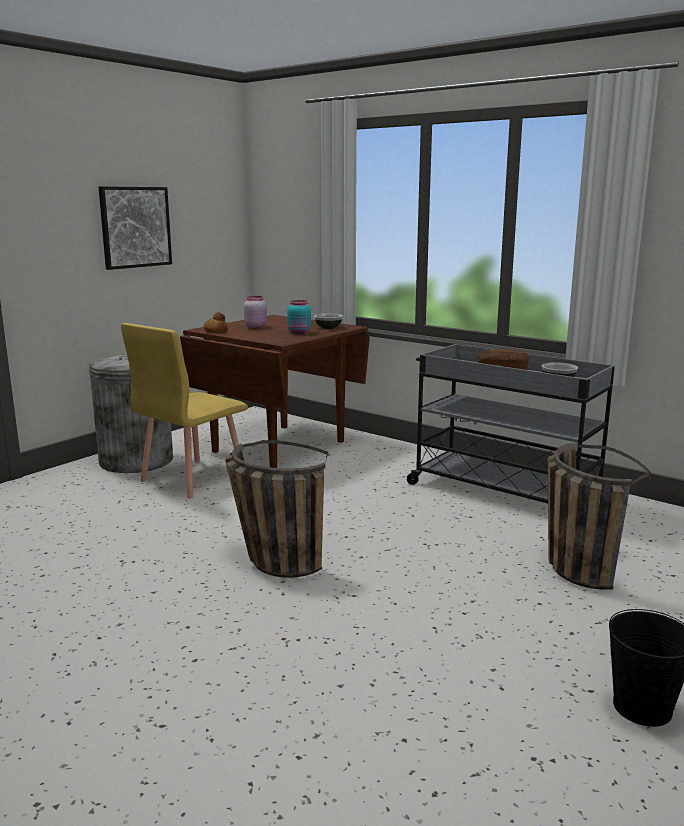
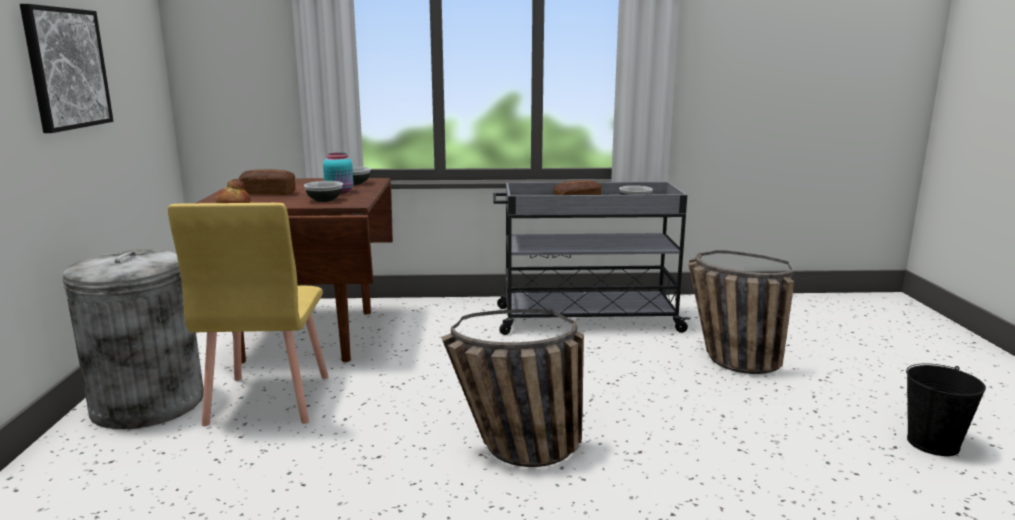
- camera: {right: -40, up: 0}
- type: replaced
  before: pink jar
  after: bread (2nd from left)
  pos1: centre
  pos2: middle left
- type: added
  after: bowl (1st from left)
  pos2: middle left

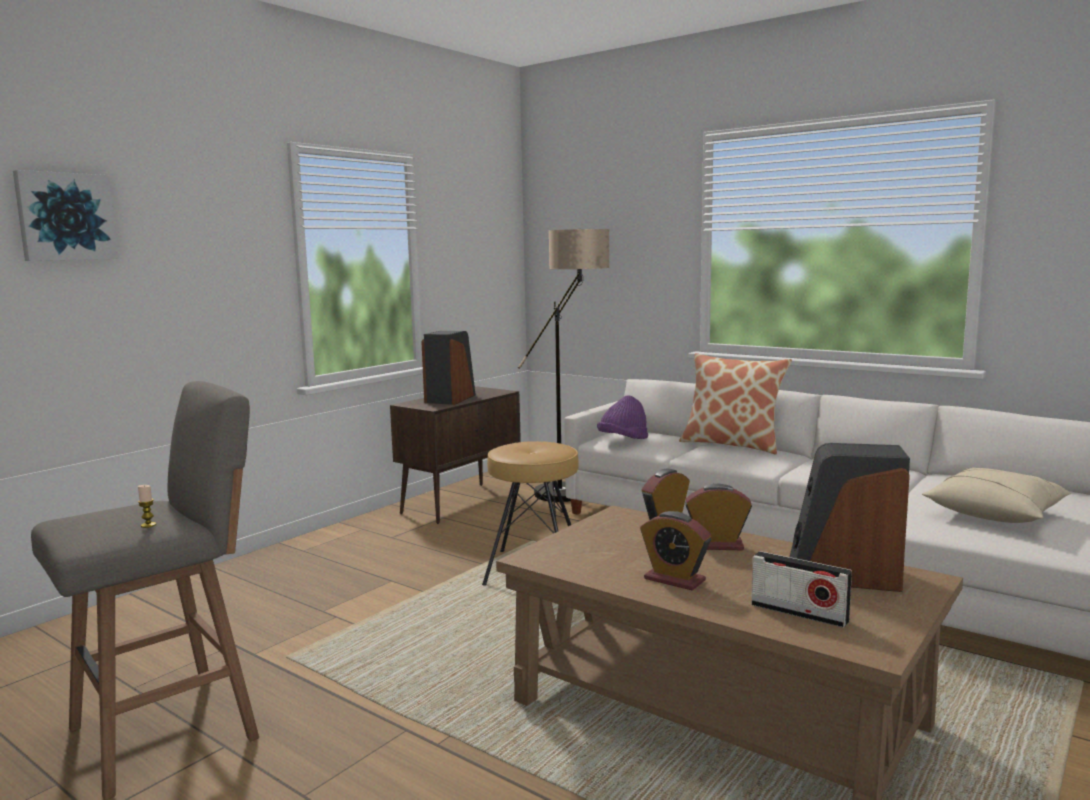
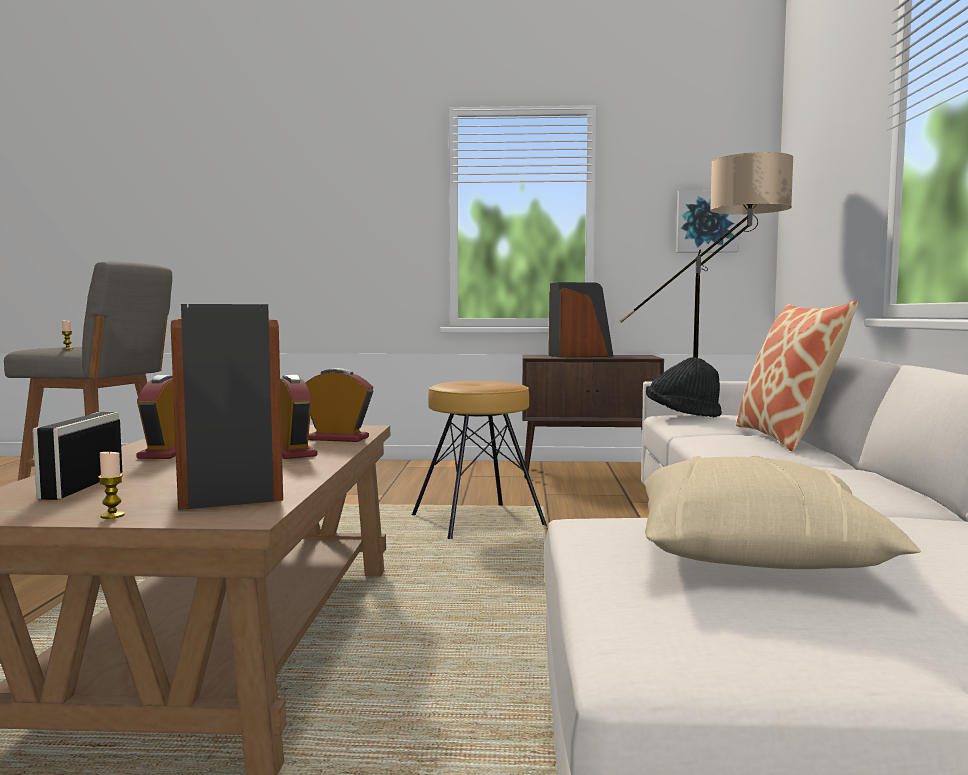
- camera: {right: 55, up: -5}
- type: moved
  before: picture
  pos1: top left
  pos2: top right
- type: recoloured
  before: purple hat
  after: black hat
  pos1: centre
  pos2: middle right
- type: added
  after: candle (2nd from left)
  pos2: middle left

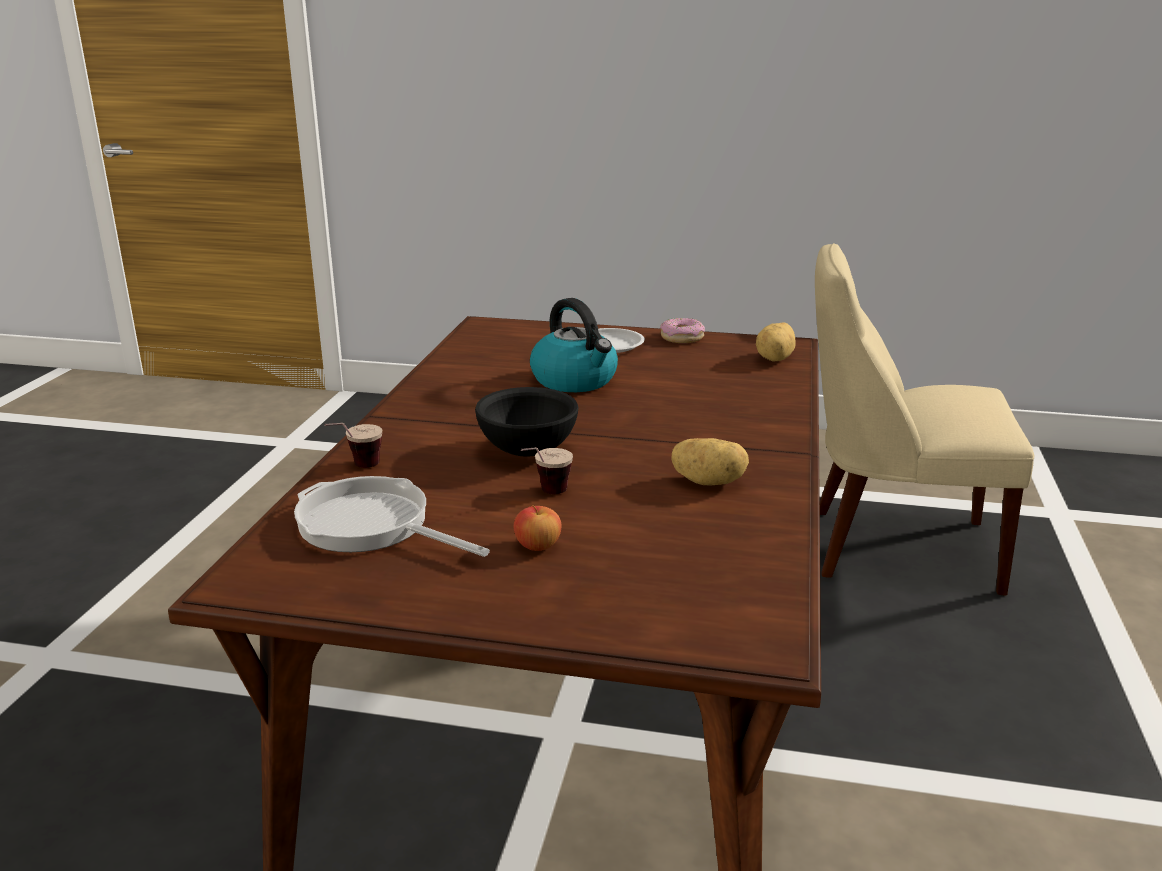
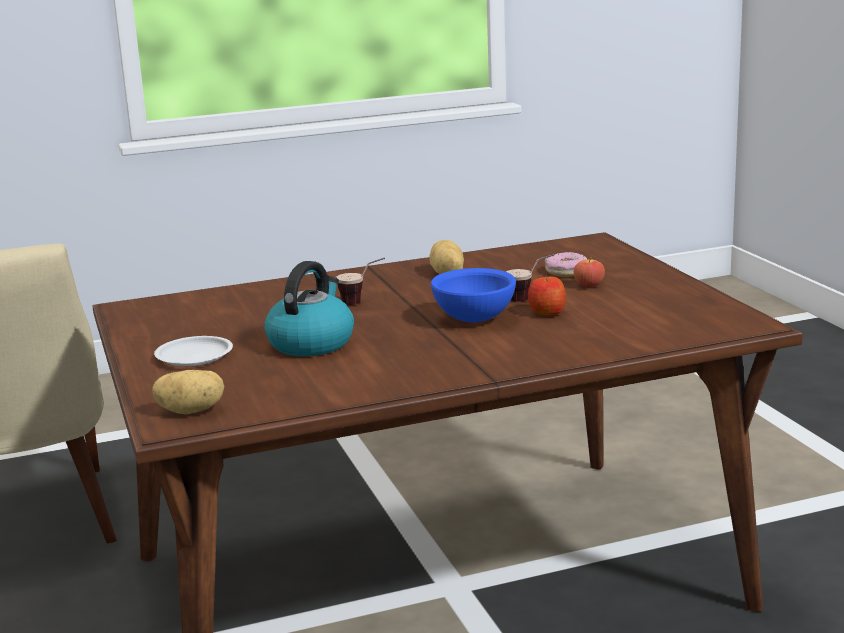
- camera: {right: -120, up: -5}
- type: removed
  before: frying pan
  pos1: centre
- type: moved
  before: cup (1st from left)
  pos1: middle left
  pos2: centre
- type: recoloured
  before: black bowl
  after: blue bowl
  pos1: centre
  pos2: centre
- type: moved
  before: donut
  pos1: centre
  pos2: middle right
- type: moved
  before: potato (2nd from left in the first image)
  after: potato (1st from left)
  pos1: middle right
  pos2: middle left
- type: added
  after: apple (1st from left)
  pos2: centre

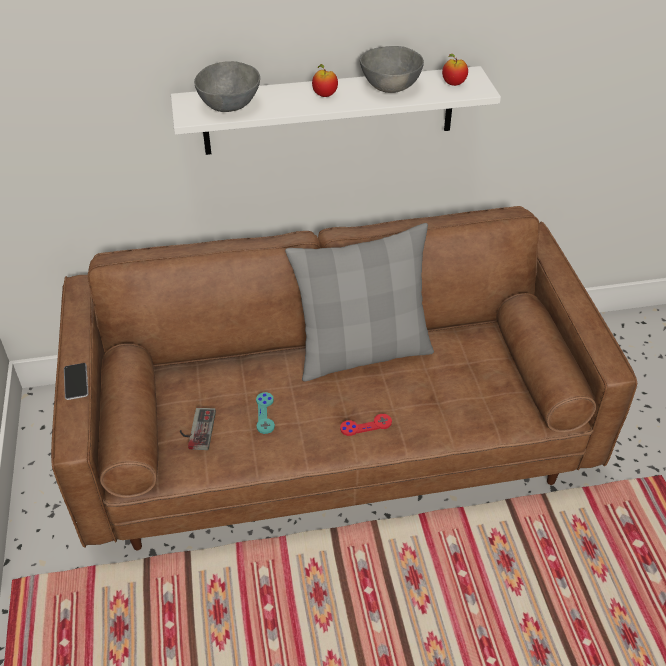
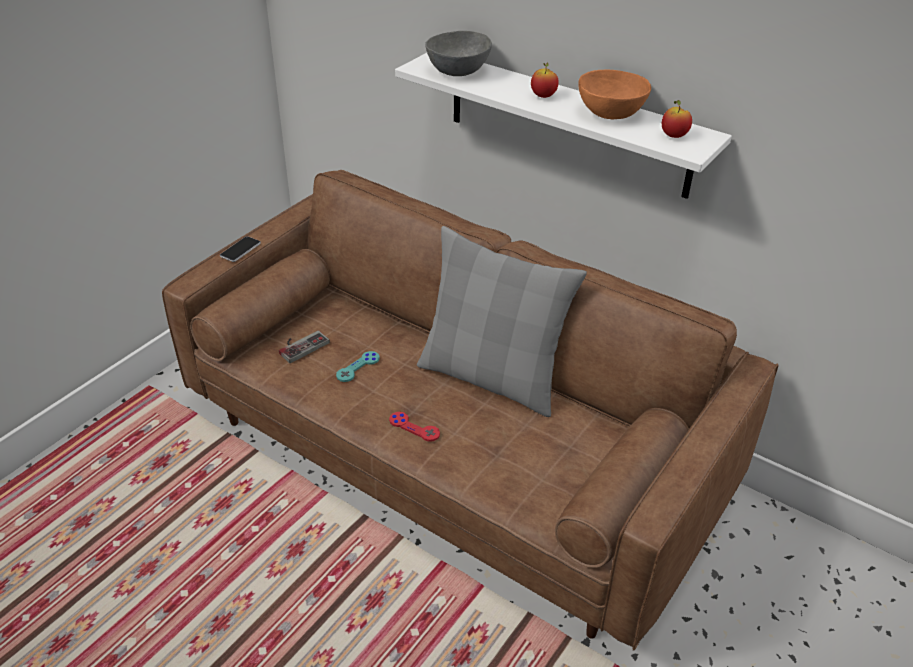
- camera: {right: 45, up: -5}
- type: recoloured
  before: grey bowl (2nd from left)
  after: orange bowl
  pos1: top centre
  pos2: top right

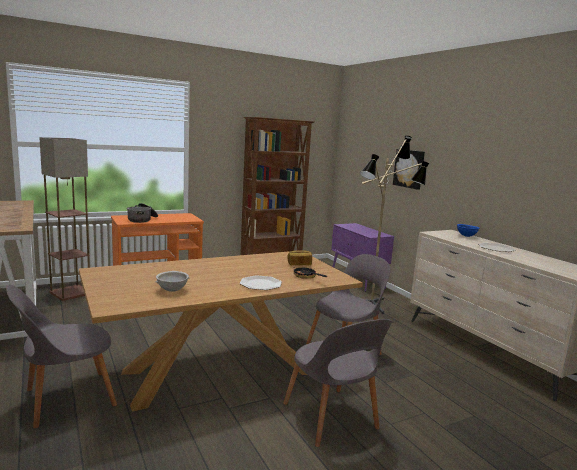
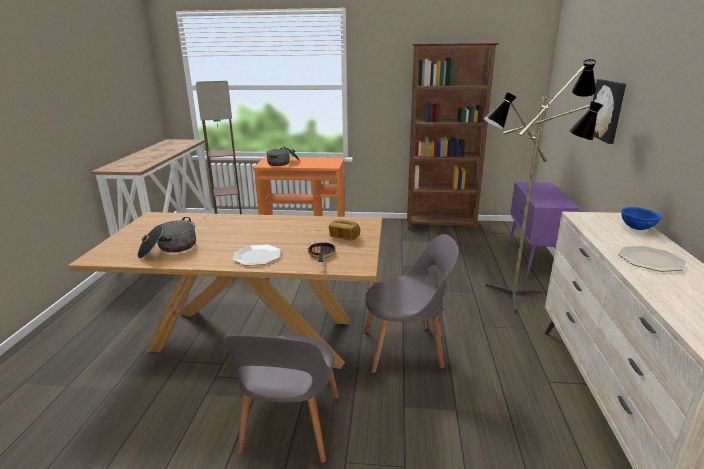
- camera: {right: 35, up: 10}
- type: removed
  before: grey chair (1st from left)
  pos1: bottom left
- type: replaced
  before: grey bowl
  after: cooking pot (1st from left)
  pos1: middle left
  pos2: middle left

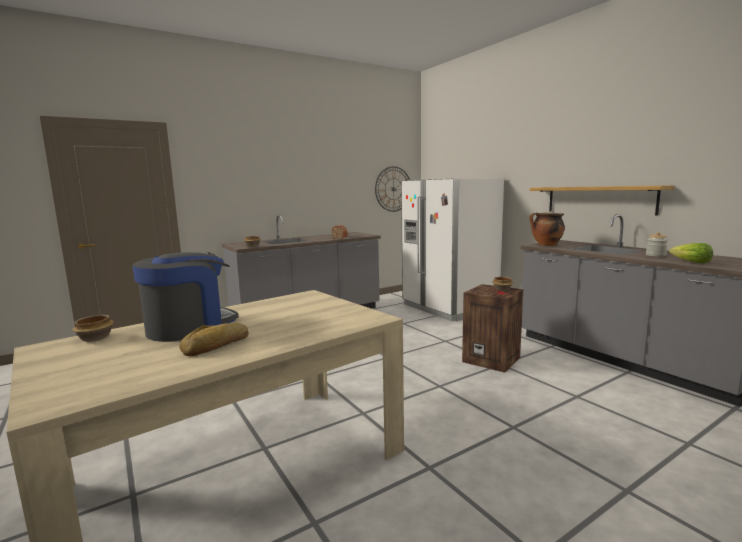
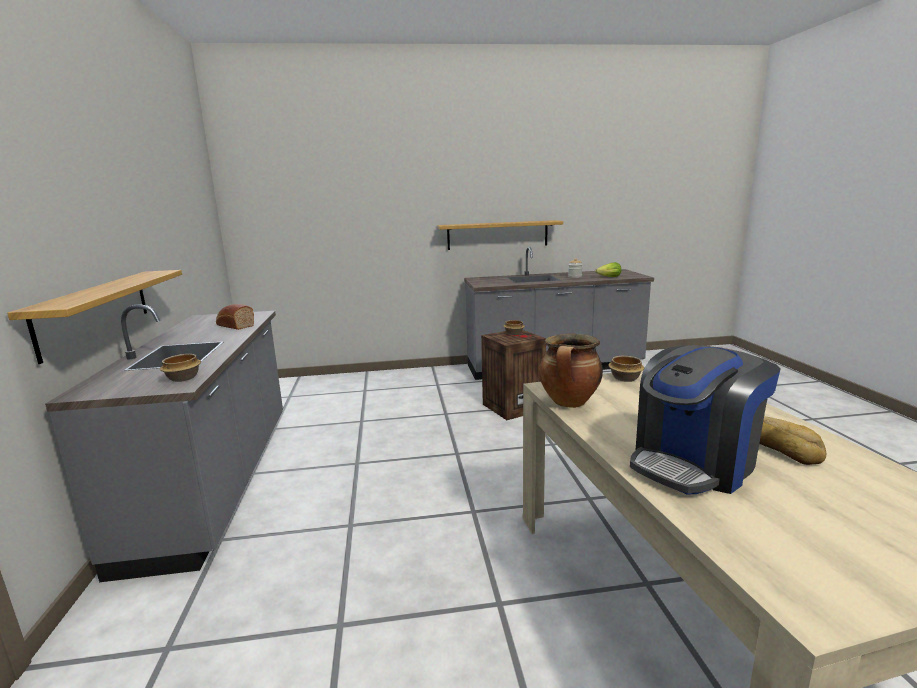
- camera: {right: -65, up: 5}
- type: moved
  before: bowl (1st from left in the first image)
  after: bowl (3rd from left)
  pos1: middle left
  pos2: middle right
- type: turned
  before: coffee machine
  pos1: middle left
  pos2: middle right
  turn: -105
- type: removed
  before: wall clock
  pos1: centre
- type: removed
  before: white fridge
  pos1: centre
- type: moved
  before: cooking pot
  pos1: middle right
  pos2: centre
- type: added
  after: shelf (1st from left)
  pos2: middle left

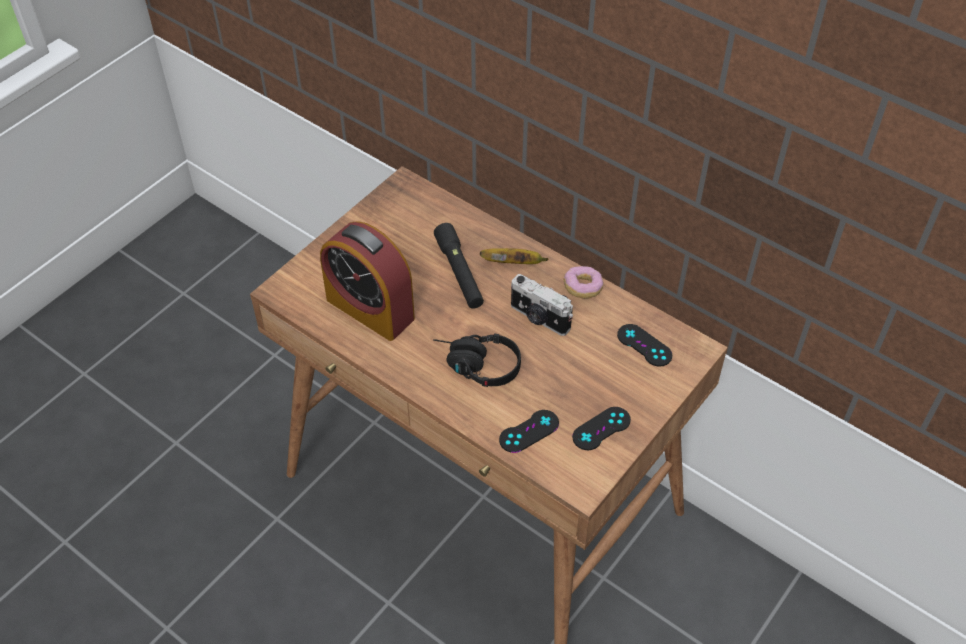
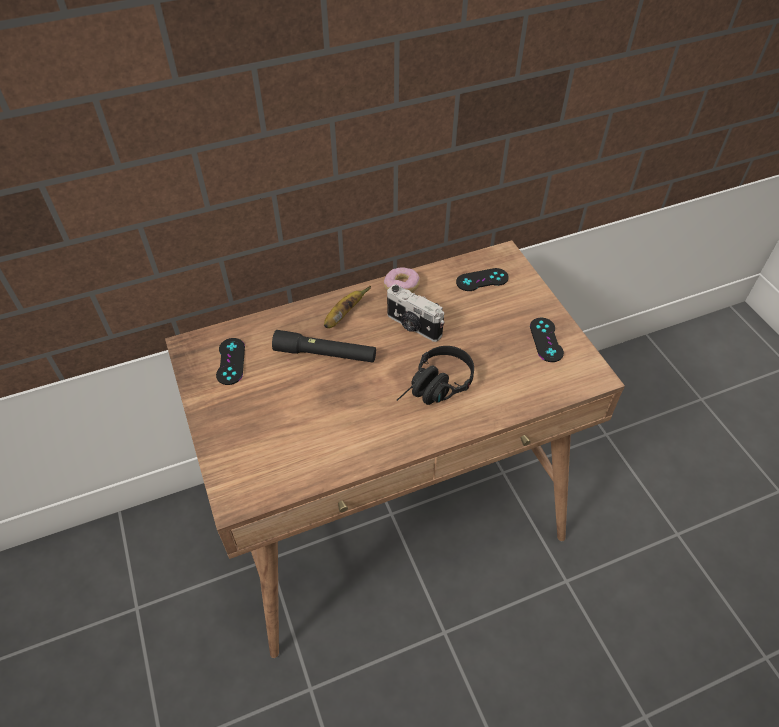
- camera: {right: -60, up: 0}
- type: removed
  before: alarm clock
  pos1: centre
- type: moved
  before: black game controller (1st from left)
  pos1: bottom centre
  pos2: middle left
- type: turned
  before: photo camera
  pos1: centre
  pos2: centre
  turn: 60

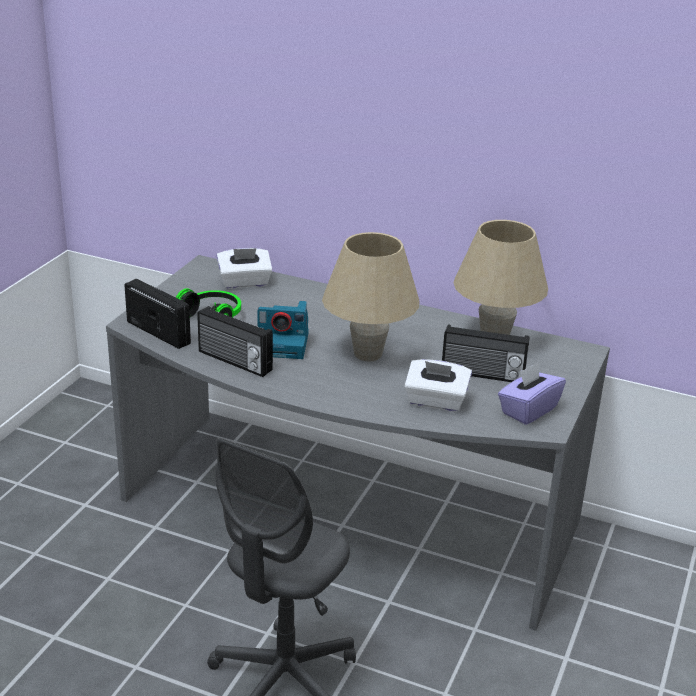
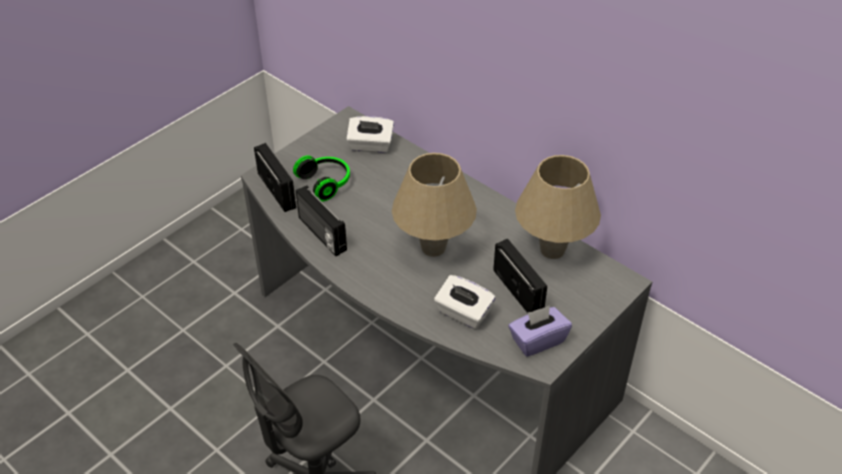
- camera: {right: 20, up: 15}
- type: removed
  before: photo camera
  pos1: centre
- type: turned
  before: radio (3rd from left)
  pos1: middle right
  pos2: centre
  turn: -150

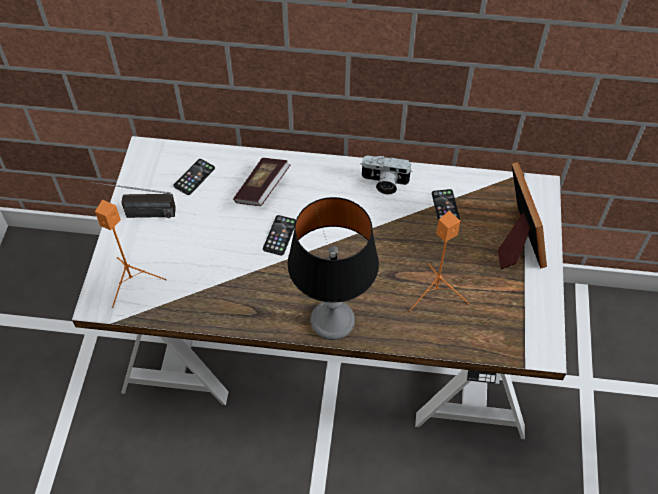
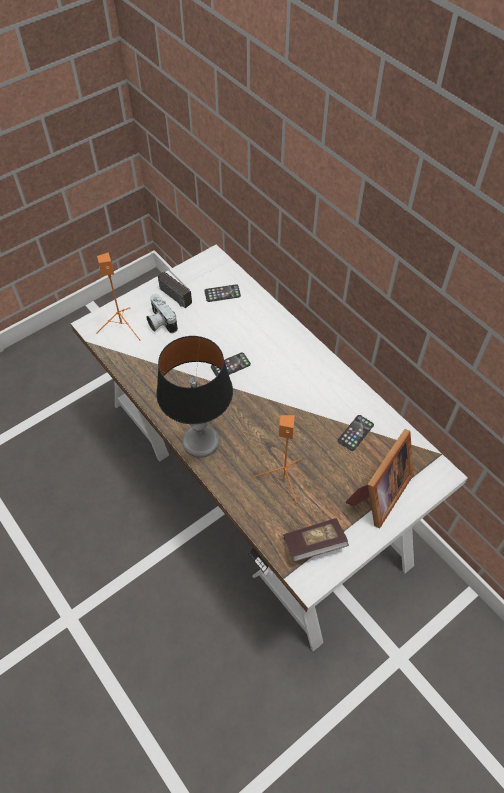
- camera: {right: 45, up: 0}
- type: moved
  before: book
  pos1: centre
  pos2: bottom centre
- type: moved
  before: photo camera
  pos1: centre
  pos2: middle left

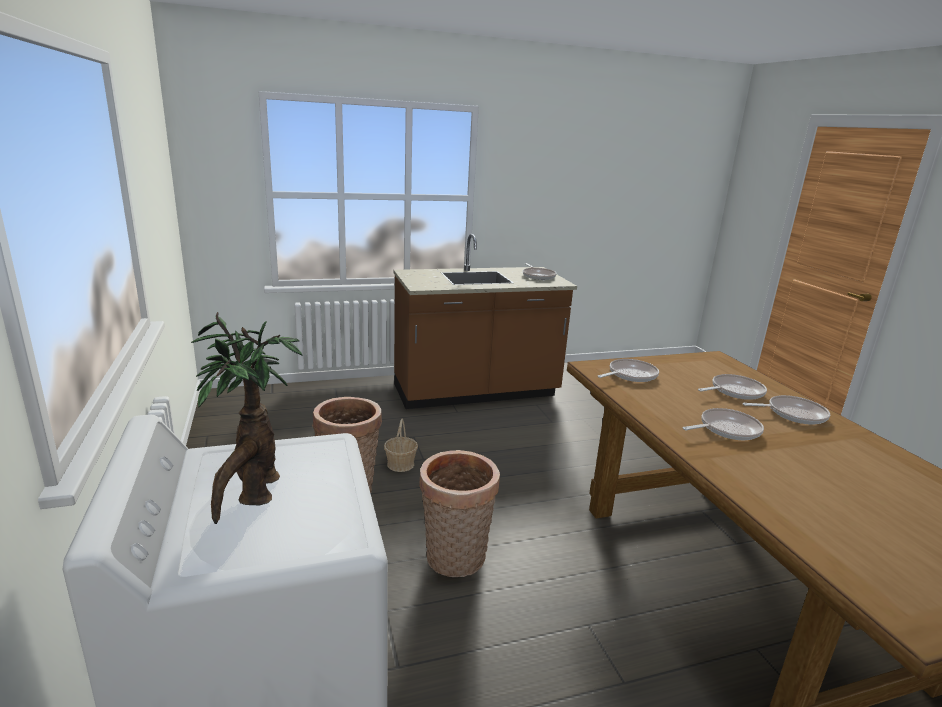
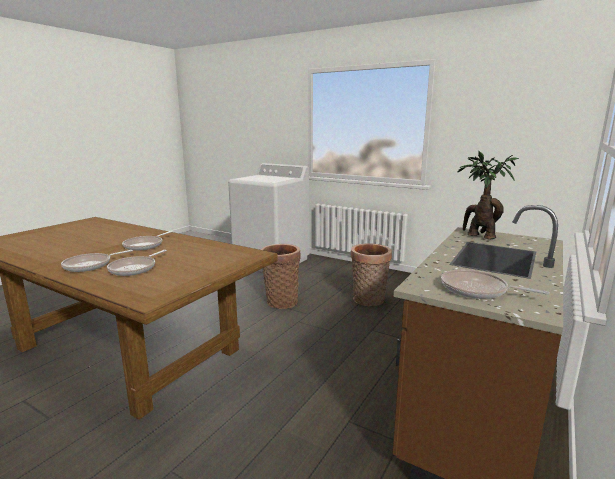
- camera: {right: 140, up: -5}
- type: moved
  before: potted plant
  pos1: middle left
  pos2: middle right
- type: removed
  before: basket (2nd from left)
  pos1: centre
- type: removed
  before: frying pan (2nd from left)
  pos1: middle right

